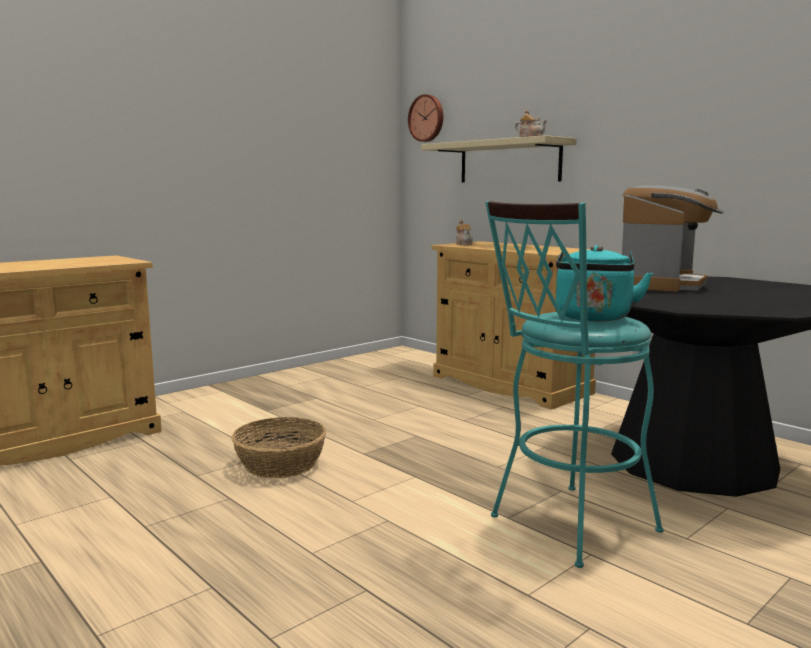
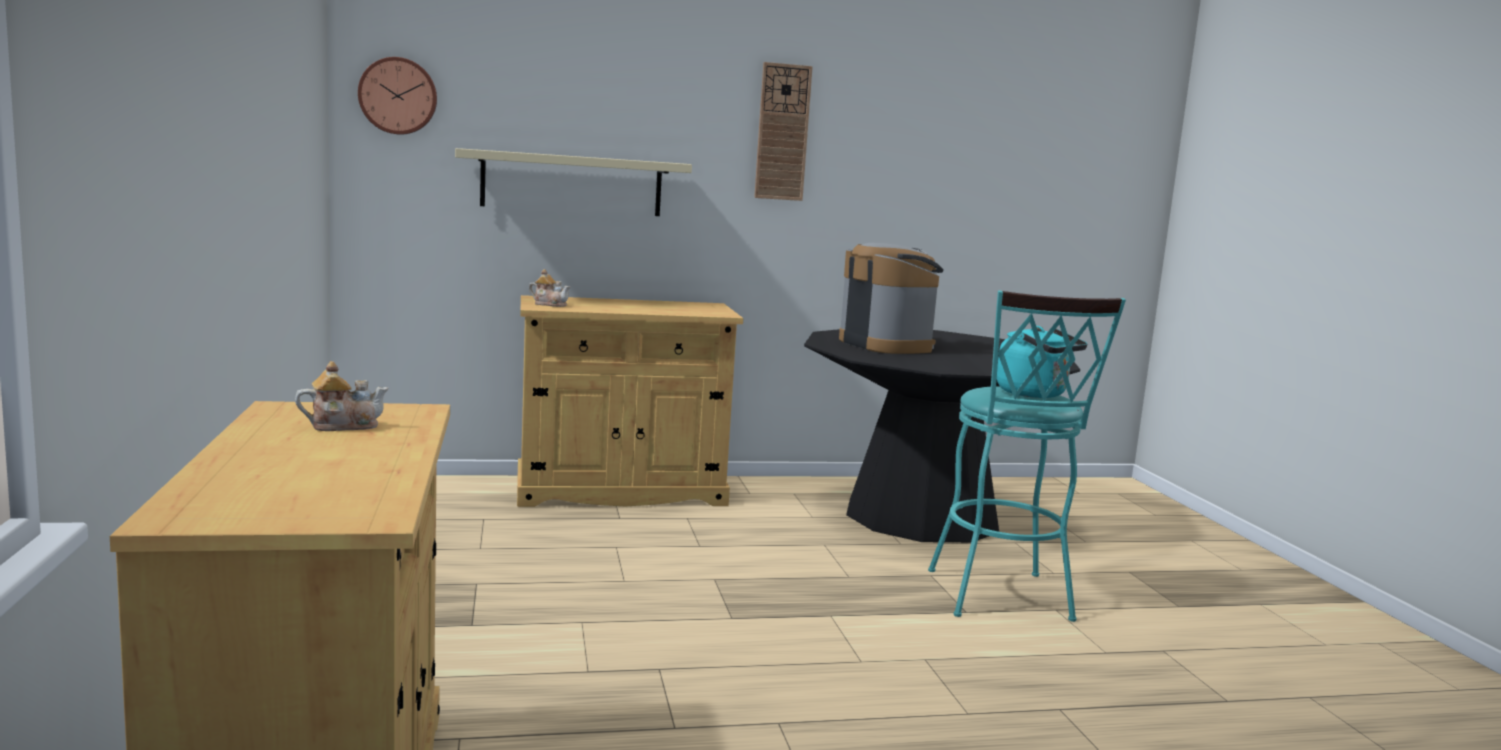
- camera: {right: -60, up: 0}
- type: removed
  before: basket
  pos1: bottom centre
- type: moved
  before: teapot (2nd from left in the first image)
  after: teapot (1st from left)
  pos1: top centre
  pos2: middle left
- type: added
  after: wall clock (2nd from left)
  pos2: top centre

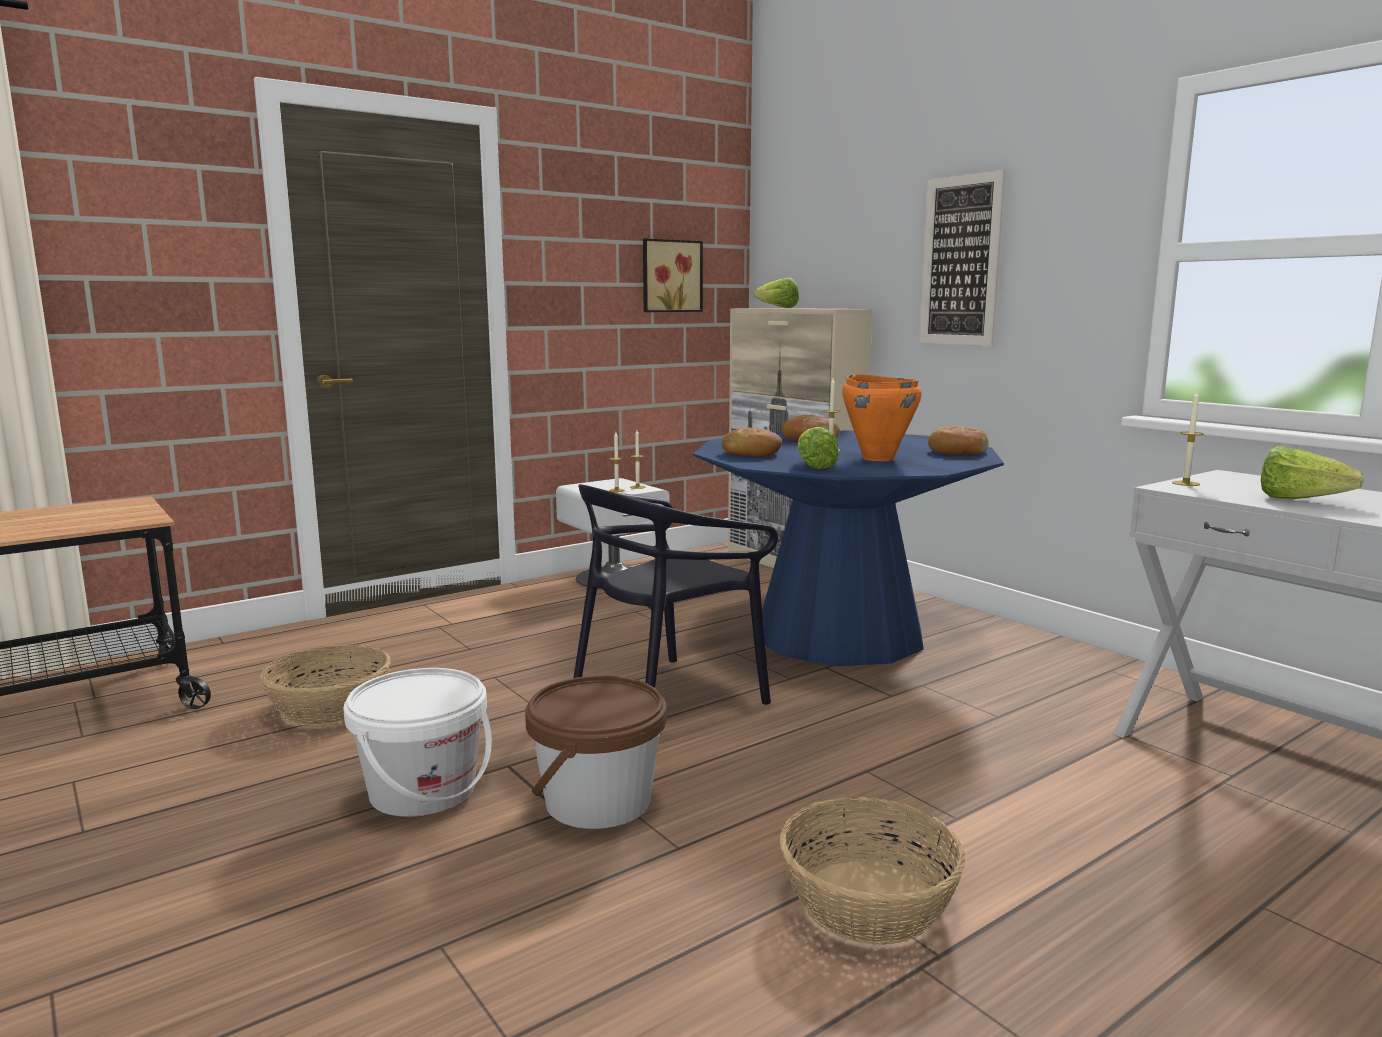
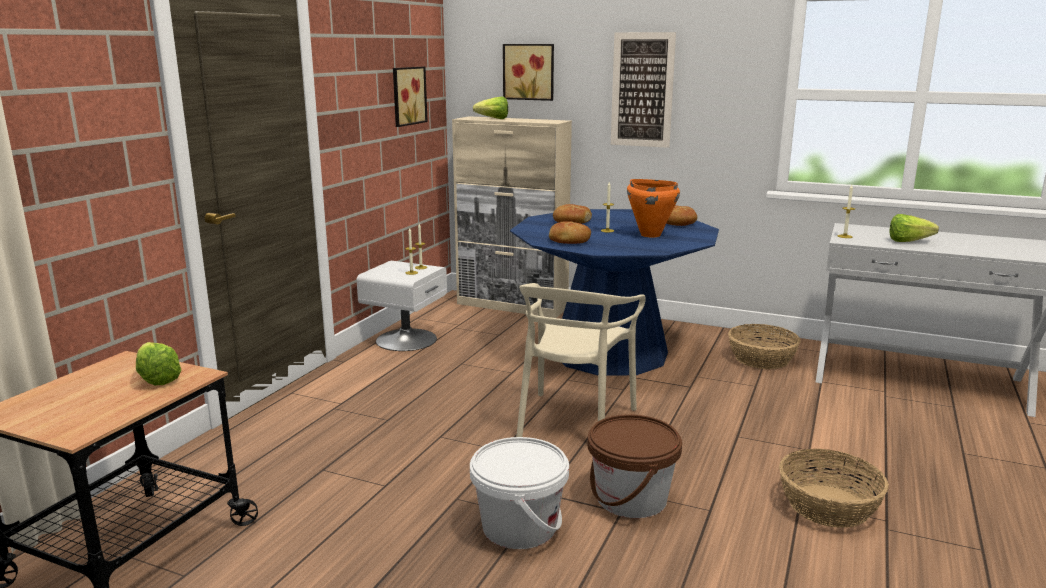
- camera: {right: -30, up: 5}
- type: moved
  before: basket (1st from left)
  pos1: middle left
  pos2: middle right
- type: recoloured
  before: black chair
  after: beige chair
  pos1: centre
  pos2: centre
- type: moved
  before: lettuce (2nd from left in the first image)
  after: lettuce (1st from left)
  pos1: centre
  pos2: middle left
- type: added
  after: picture (2nd from left)
  pos2: top centre

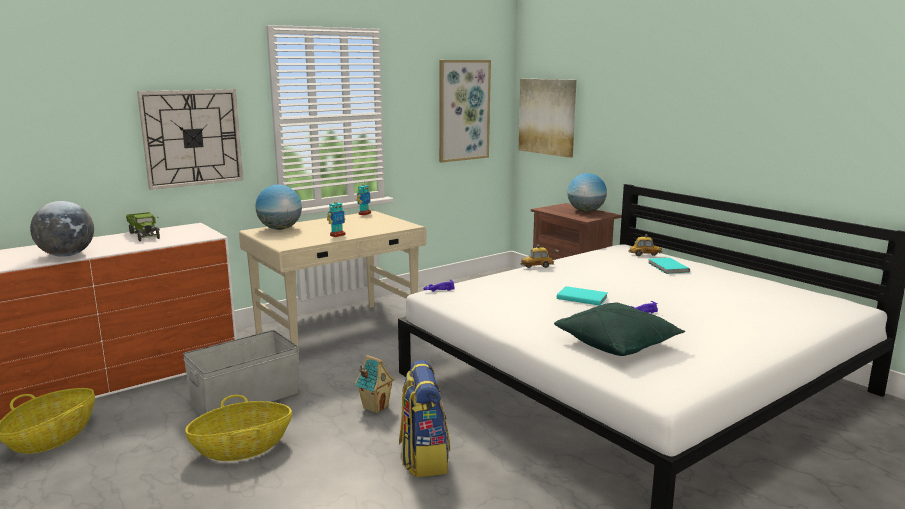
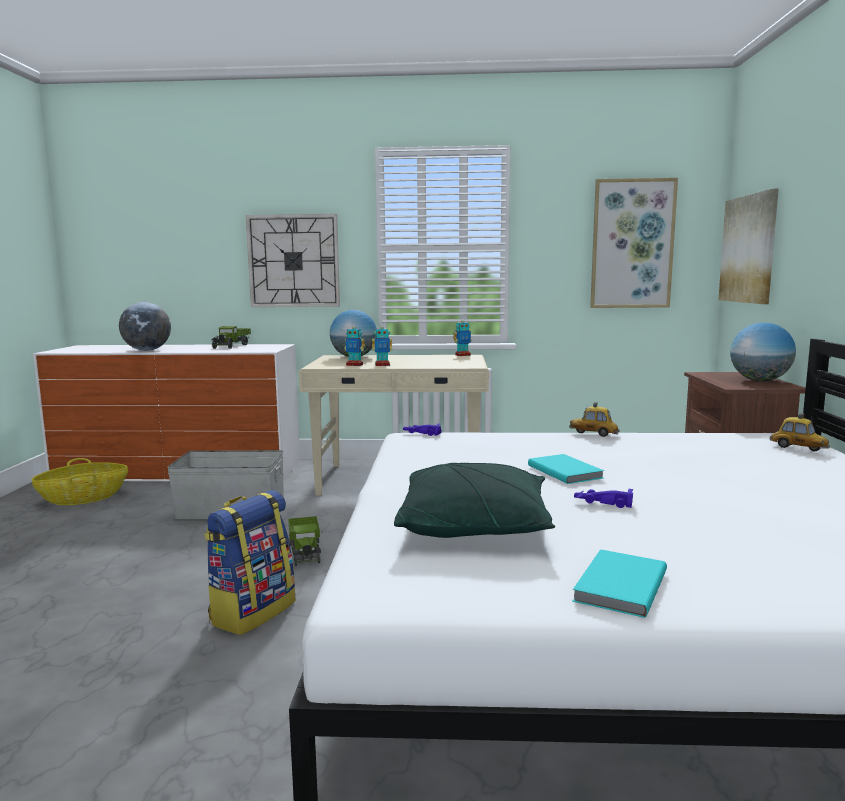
- camera: {right: 40, up: -5}
- type: removed
  before: basket (2nd from left)
  pos1: bottom left
- type: replaced
  before: toy house
  after: toy truck (2nd from left)
  pos1: bottom centre
  pos2: bottom centre
- type: moved
  before: turquoise book (2nd from left)
  pos1: middle right
  pos2: bottom right
- type: added
  after: toy robot (1st from left)
  pos2: centre

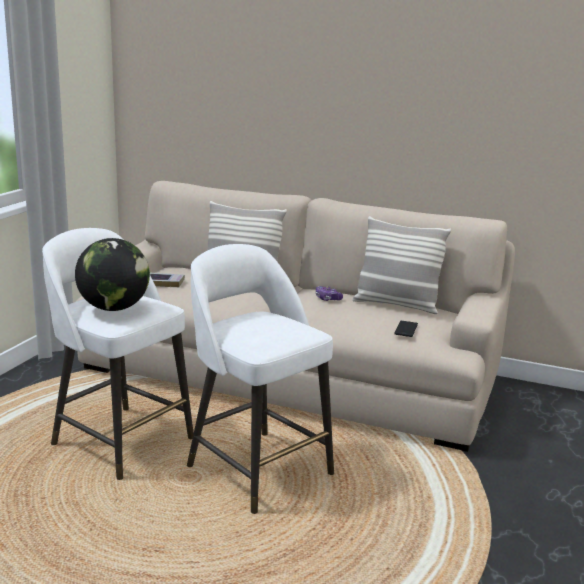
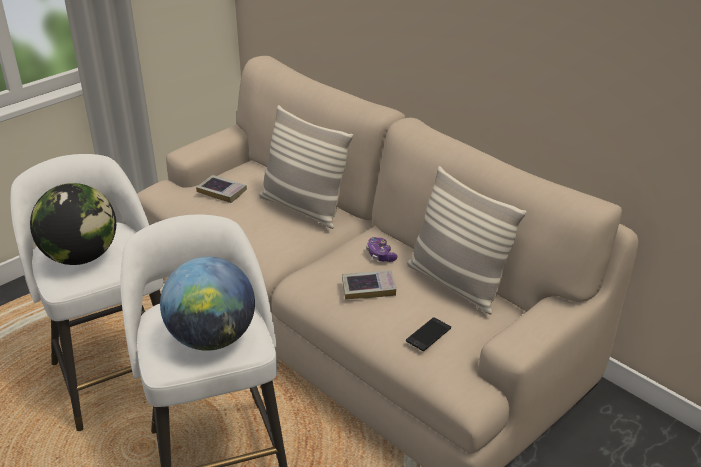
- camera: {right: 25, up: 15}
- type: added
  after: globe (2nd from left)
  pos2: middle left
- type: added
  after: book (2nd from left)
  pos2: centre

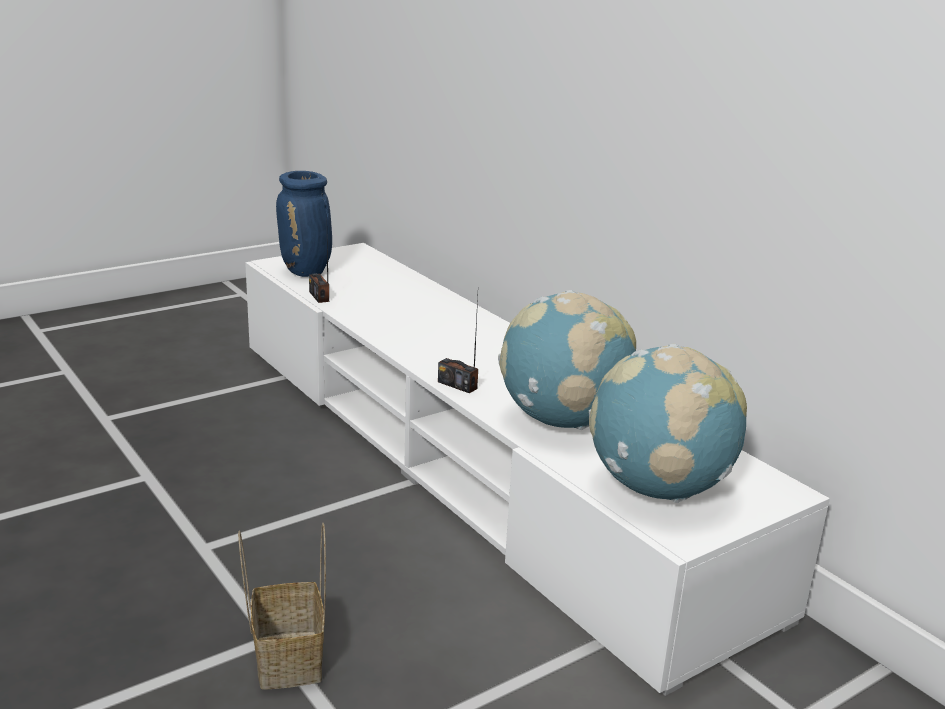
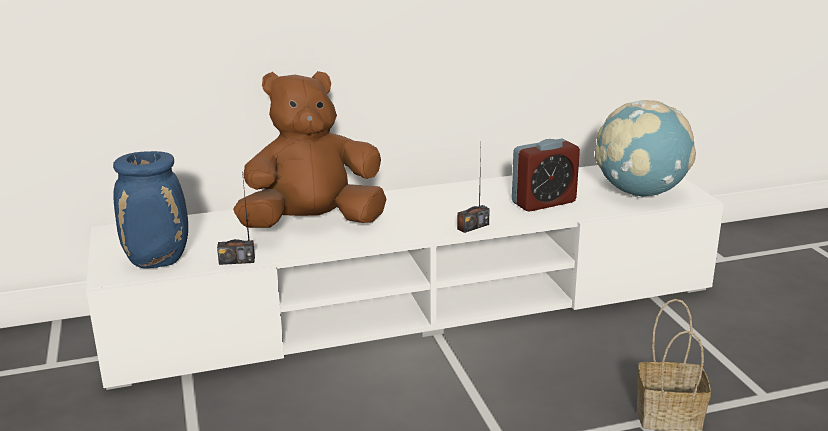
- camera: {right: -70, up: 0}
- type: replaced
  before: globe (1st from left)
  after: alarm clock
  pos1: centre
  pos2: centre
- type: added
  after: brown plush toy
  pos2: centre

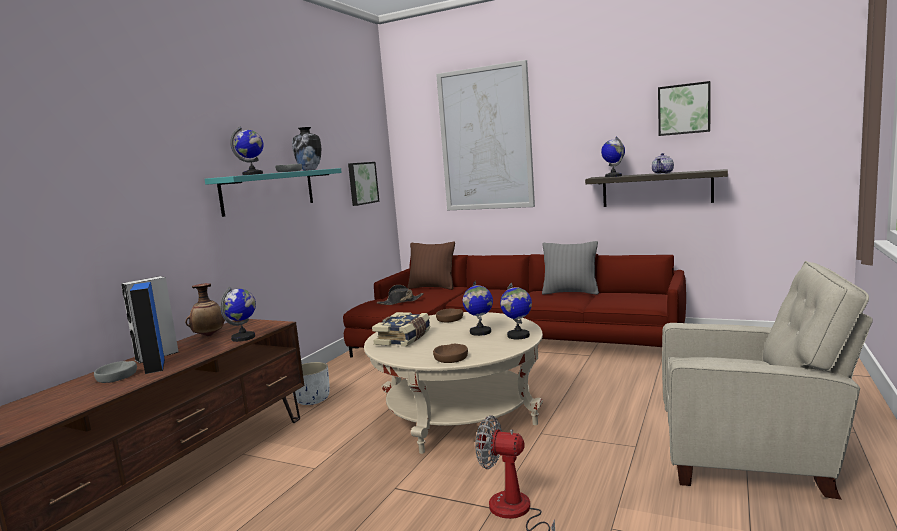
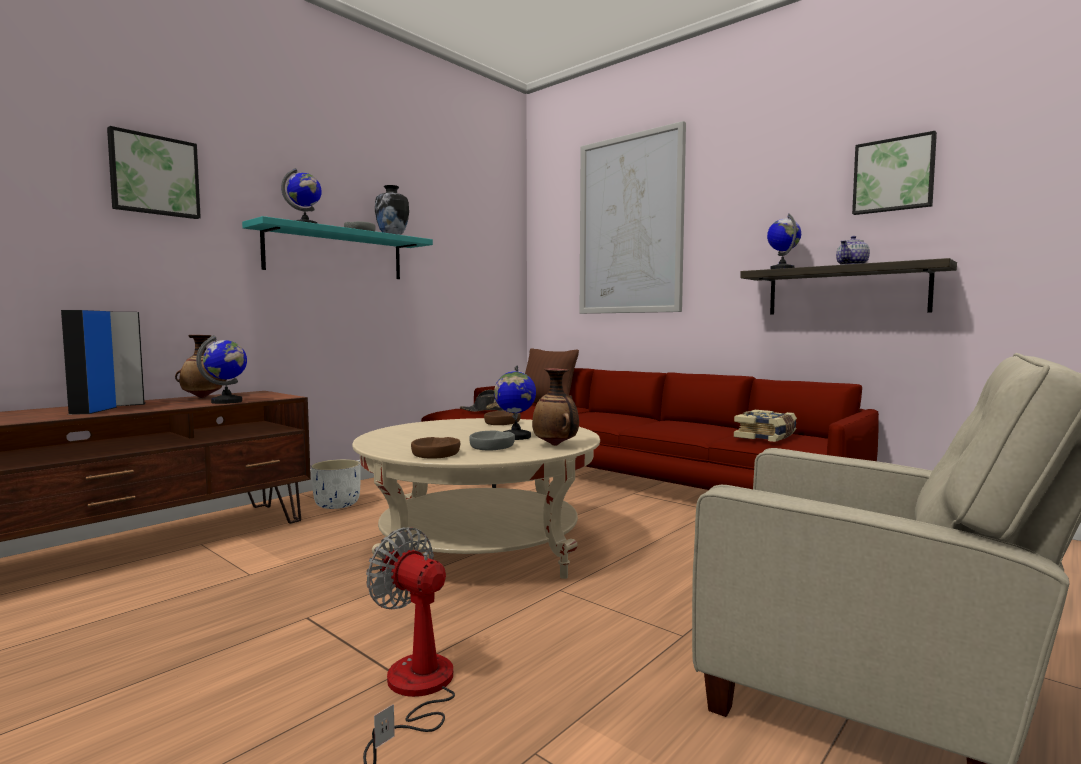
- camera: {right: 15, up: -5}
- type: moved
  before: grey bowl (1st from left in the first image)
  after: grey bowl (2nd from left)
  pos1: bottom left
  pos2: centre
- type: moved
  before: picture (1st from left)
  pos1: centre
  pos2: top left
- type: moved
  before: book
  pos1: centre
  pos2: middle right
- type: replaced
  before: globe (4th from left)
  after: vase (3rd from left)
  pos1: centre
  pos2: centre
- type: removed
  before: grey pillow
  pos1: centre

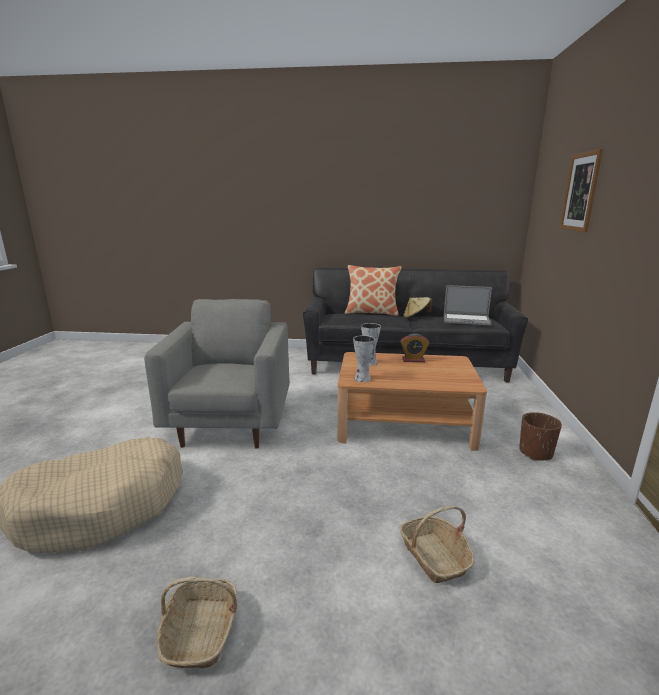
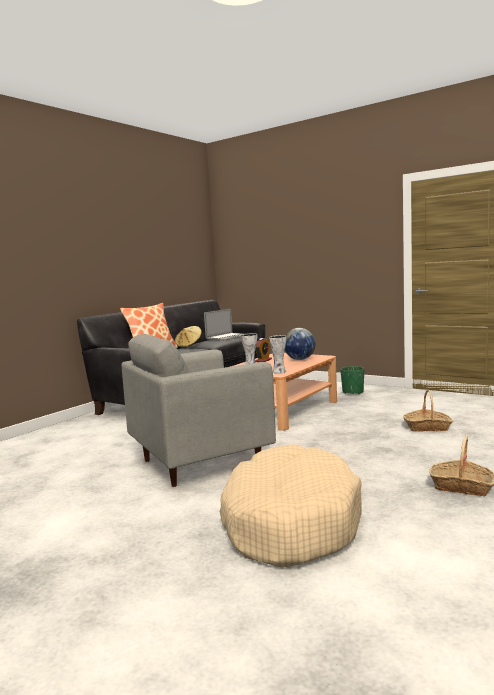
- camera: {right: -60, up: -10}
- type: turned
  before: grey armchair
  pos1: middle left
  pos2: centre
  turn: -60
- type: recoloured
  before: brown planter
  after: green planter
  pos1: middle right
  pos2: middle right
- type: removed
  before: picture
  pos1: top right
- type: added
  after: globe
  pos2: centre

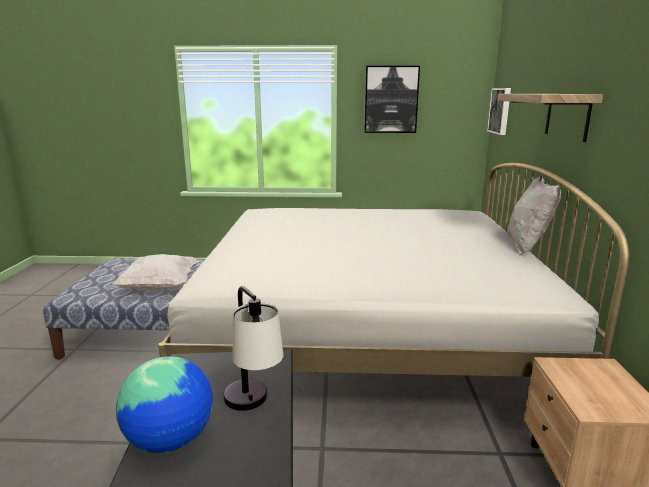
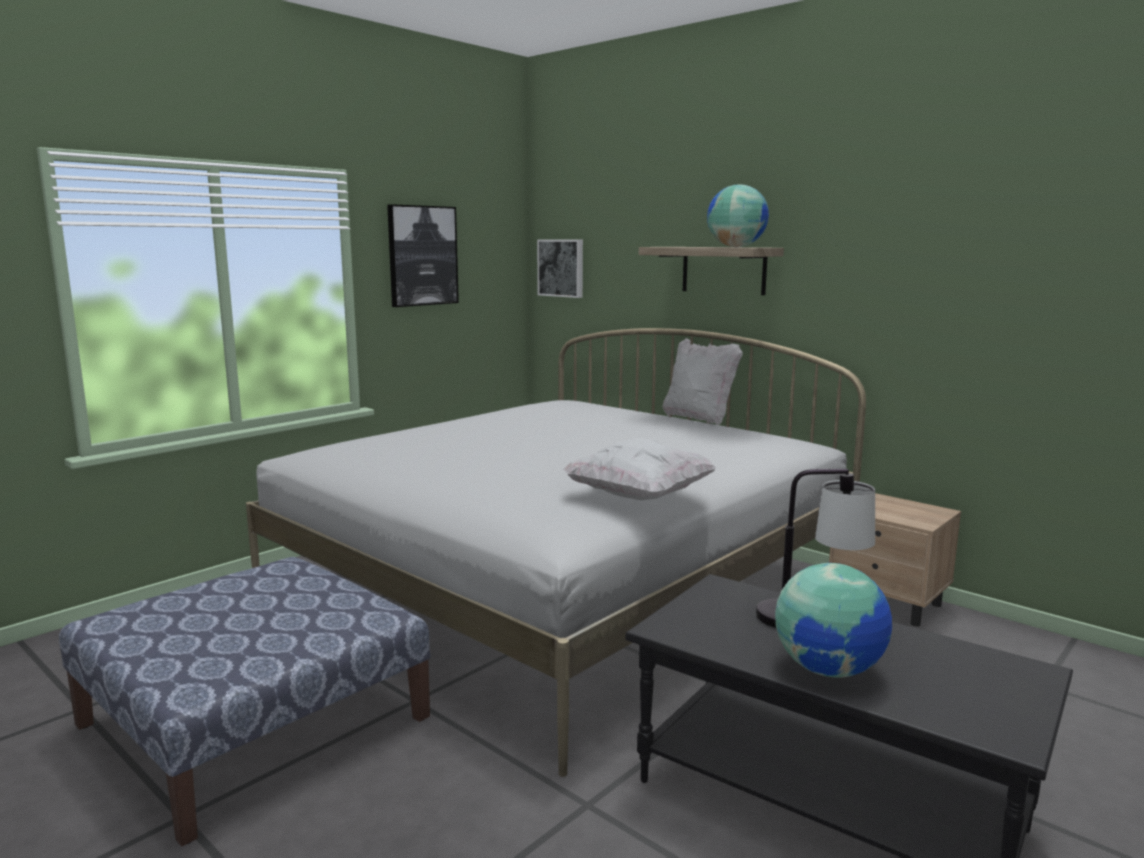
- camera: {right: -50, up: -5}
- type: moved
  before: white pillow (1st from left)
  pos1: middle left
  pos2: centre
- type: added
  after: globe (1st from left)
  pos2: top centre

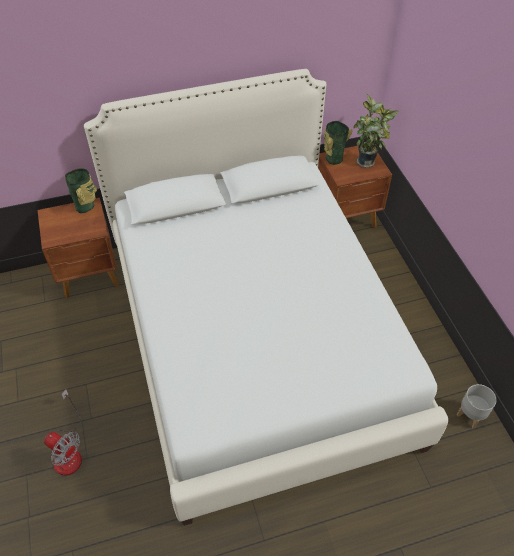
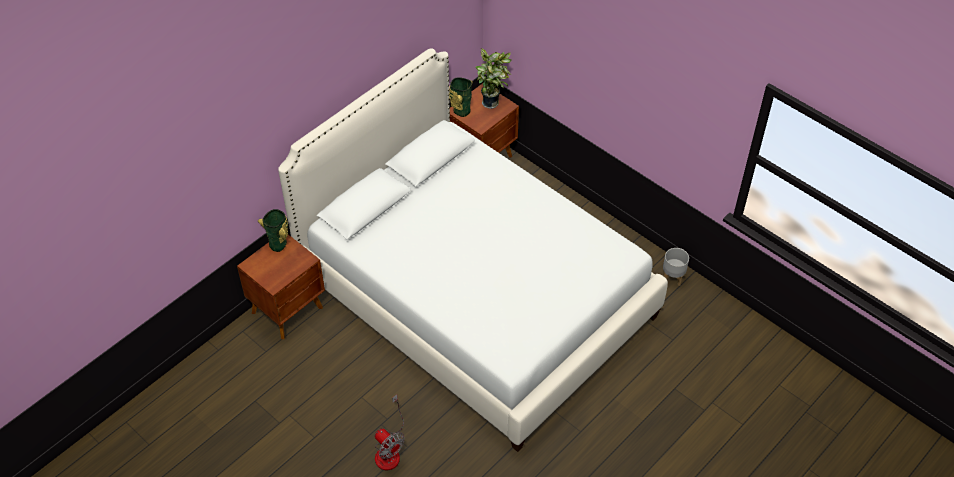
- camera: {right: -30, up: 0}
- type: turned
  before: fan
  pos1: bottom left
  pos2: bottom centre
  turn: 45

